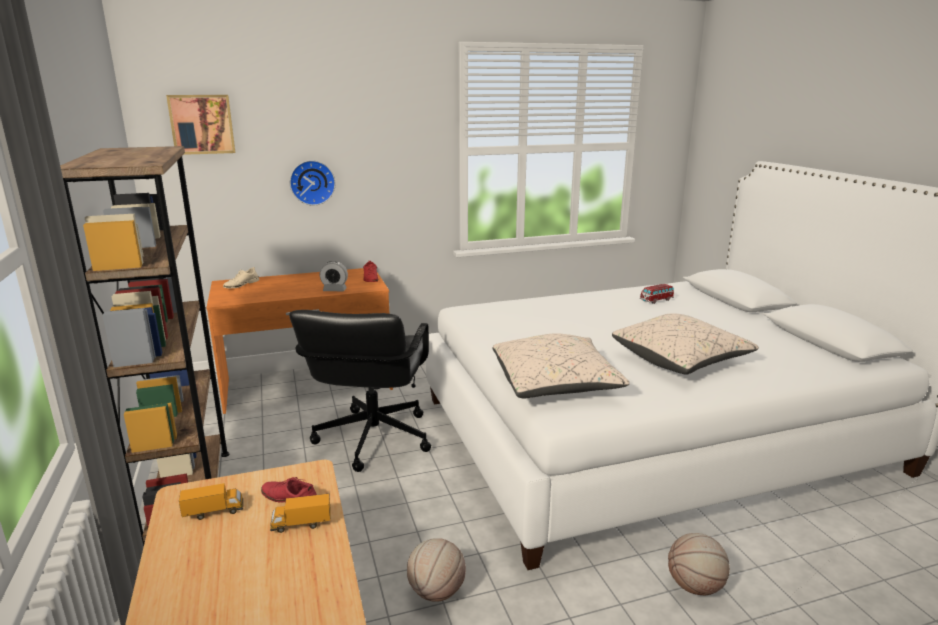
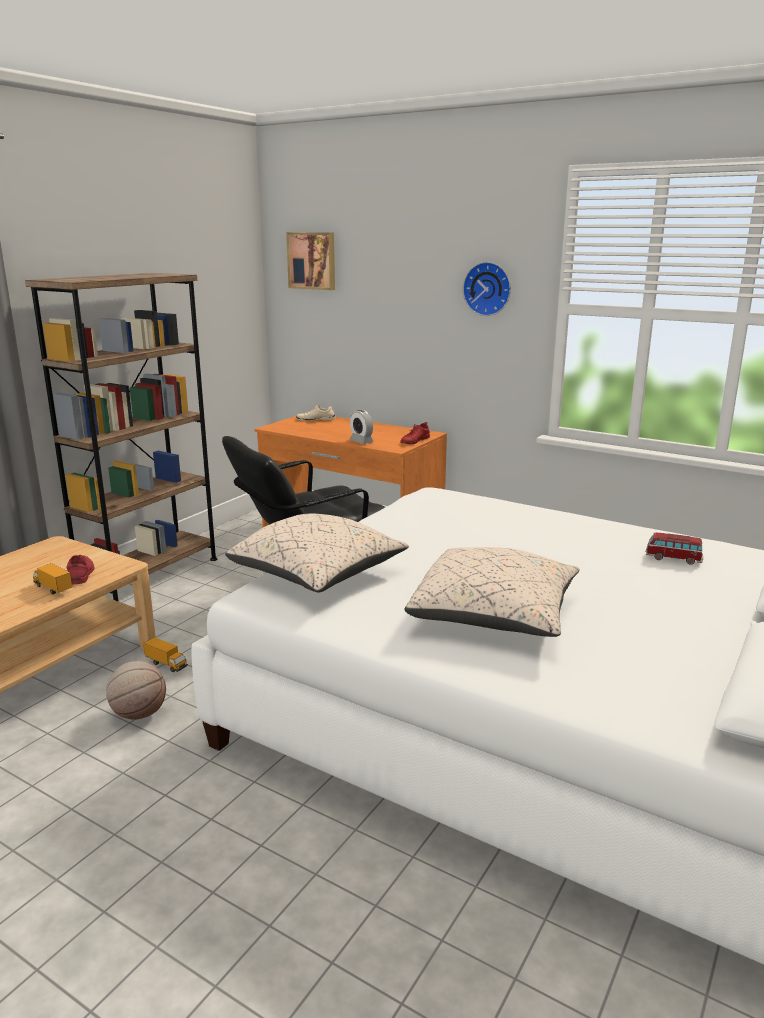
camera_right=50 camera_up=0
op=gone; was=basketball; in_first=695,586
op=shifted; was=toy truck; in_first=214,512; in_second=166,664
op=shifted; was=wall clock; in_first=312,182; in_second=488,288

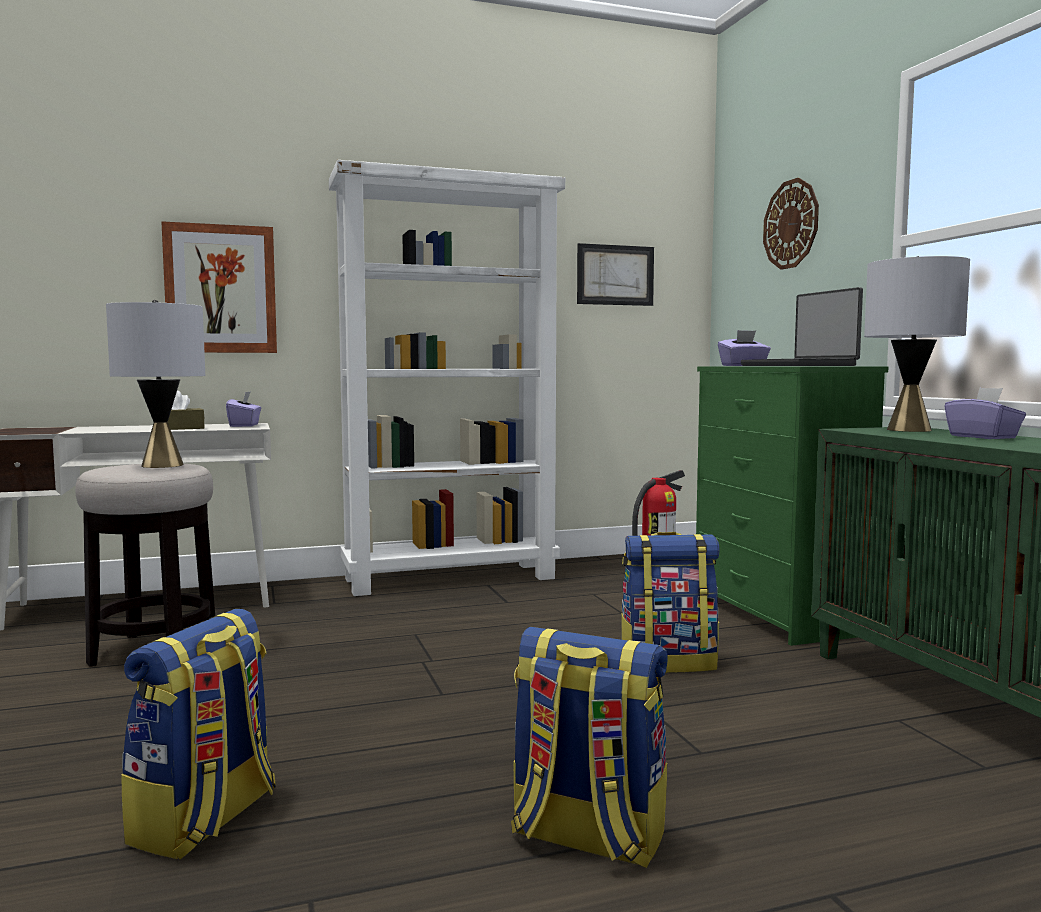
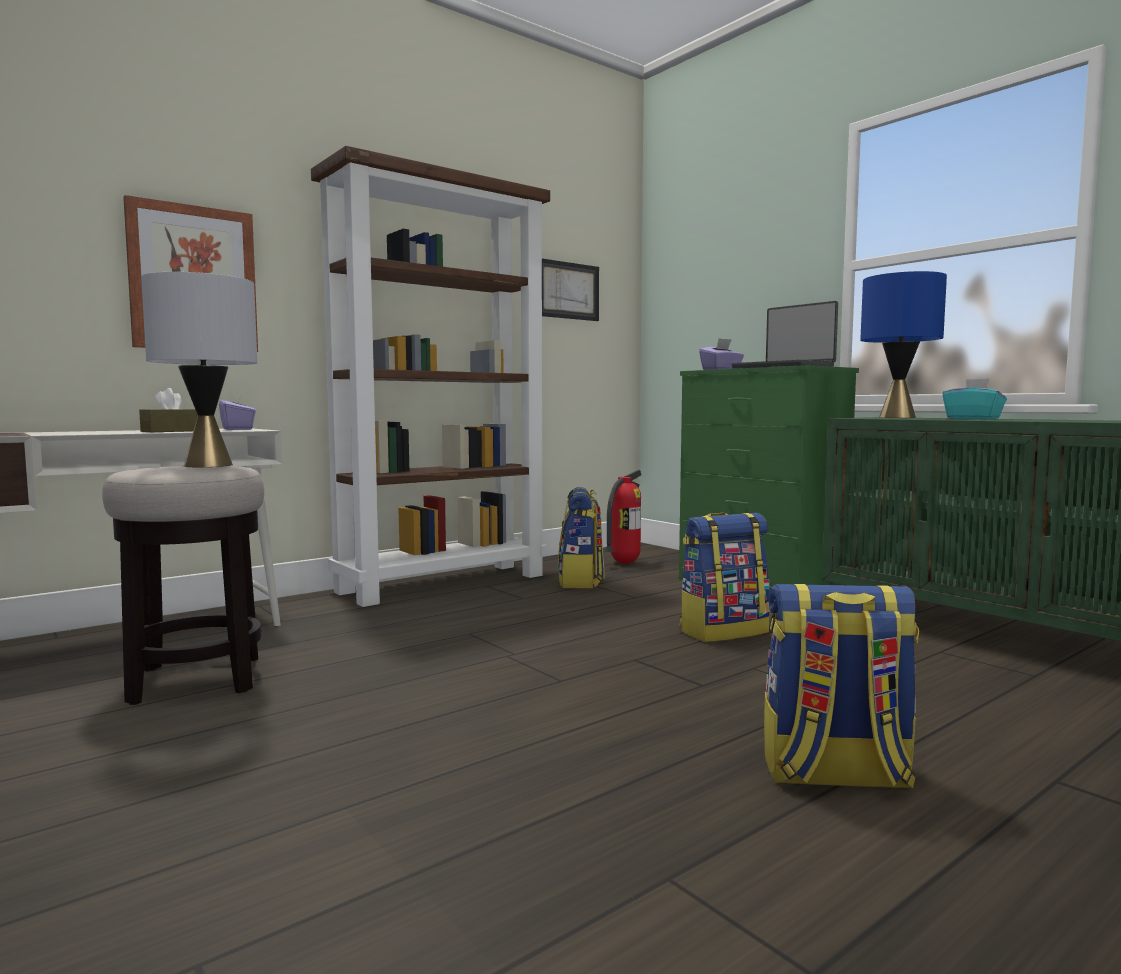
camera_right=-20 camera_up=0
op=gone; was=wall clock; in_first=791,224
op=shifted; was=backpack; in_first=205,820; in_second=580,581
op=repainted; was=white bookcase; now=brown bookcase; in_first=451,578; in_second=443,583
op=repainted; was=grey table lamp; now=blue table lamp; in_first=908,430; in_second=896,417
op=repainted; was=purple tissue box; now=turquoise tissue box; in_first=983,437; in_second=973,418

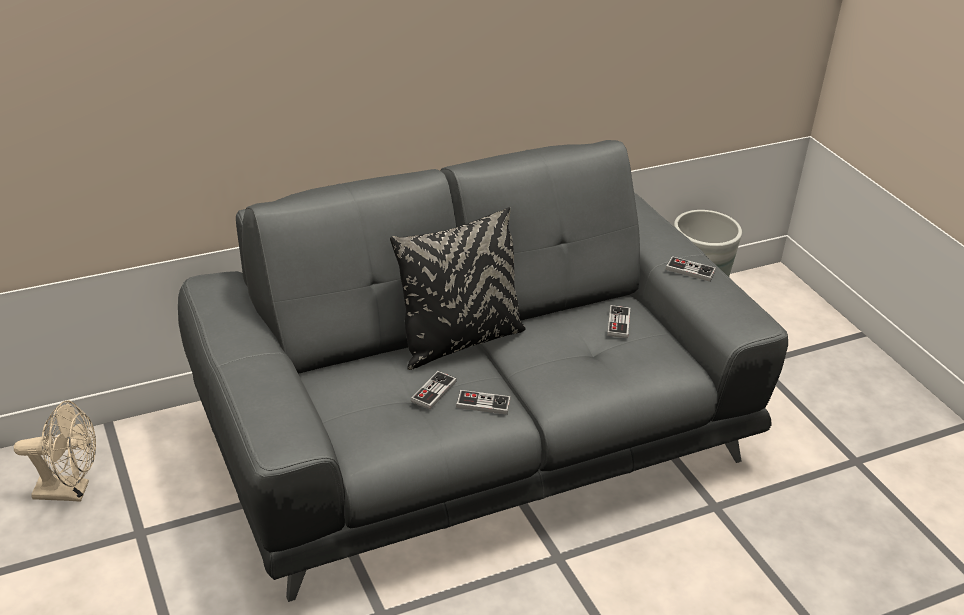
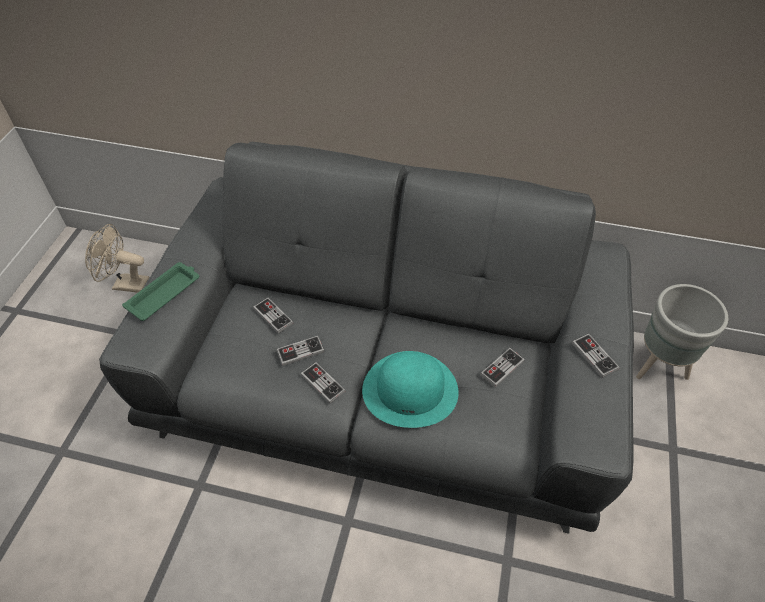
camera_right=40 camera_up=15
op=gone; was=black pillow; in_first=459,341
op=new; now=green tray; in_second=165,293
op=new; now=game controller; in_second=273,316
op=new; now=turquoise hat; in_second=410,390
op=rotated; was=beige fan; in_first=70,491; in_second=125,284; clockwise=150

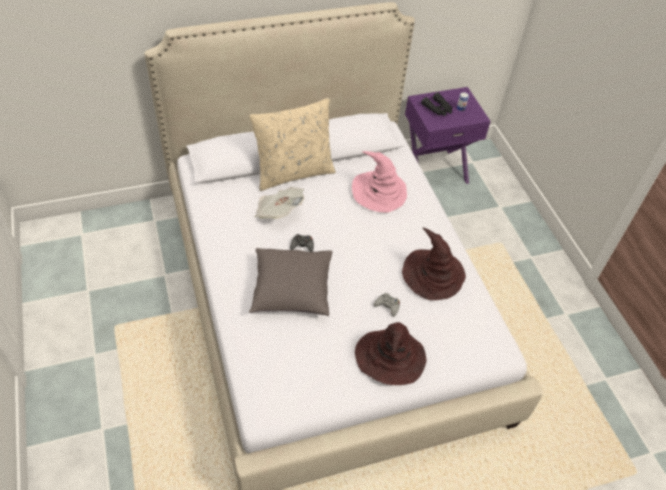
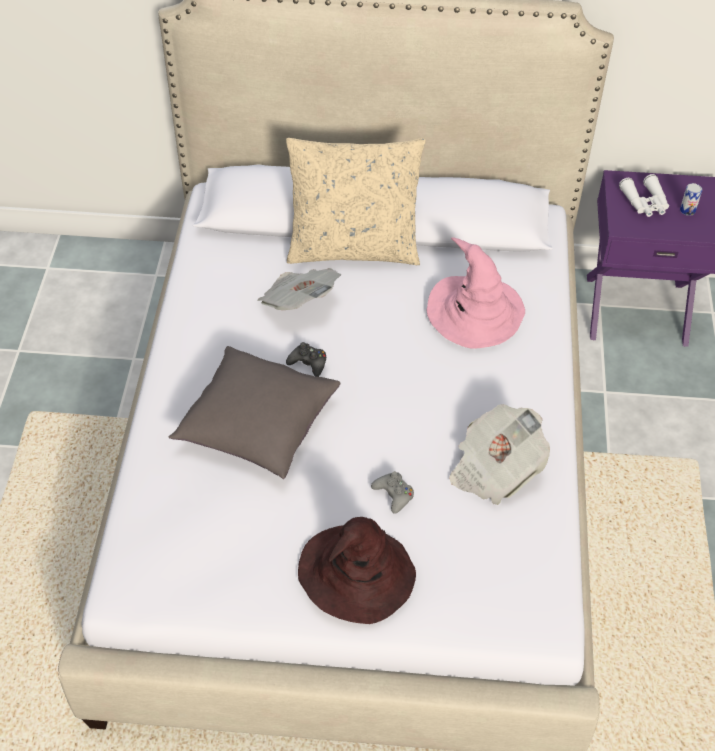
camera_right=25 camera_up=0
op=swapped; was=brown hat; now=newspaper; in_first=433,275; in_second=494,469
op=repainted; was=black binoculars; now=white binoculars; in_first=438,109; in_second=645,203

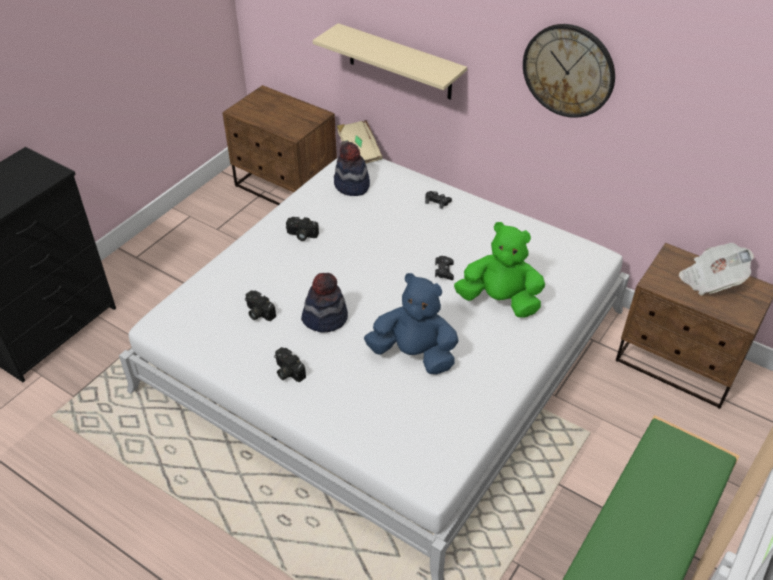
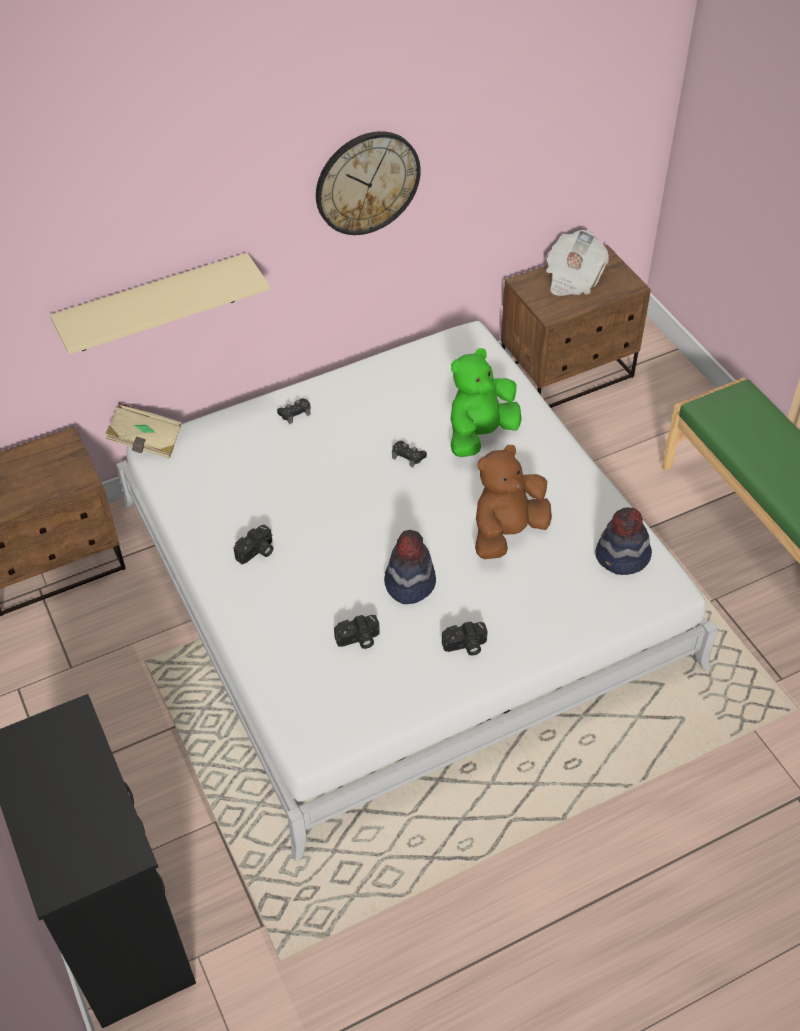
camera_right=-60 camera_up=5
op=shifted; was=hat; in_first=351,185; in_second=622,557
op=repainted; was=blue plush toy; now=brown plush toy; in_first=414,354; in_second=507,532

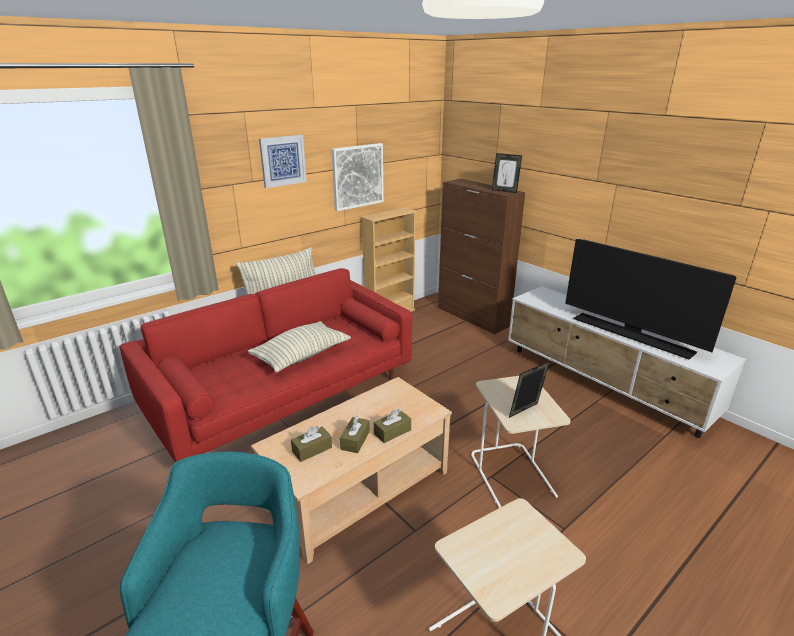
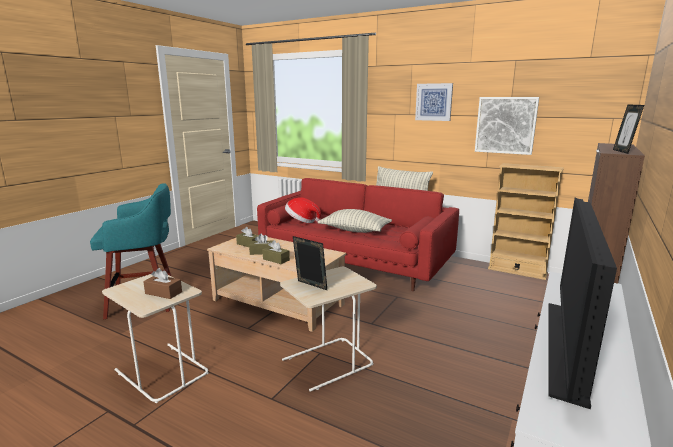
camera_right=70 camera_up=-10
op=new; now=brown tissue box; in_second=163,293
op=new; now=hat; in_second=302,221

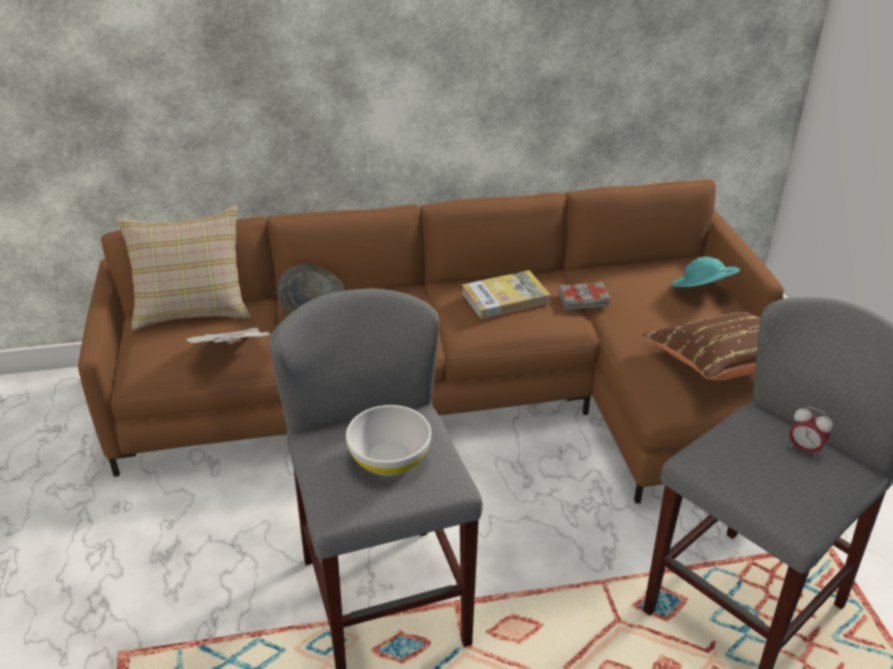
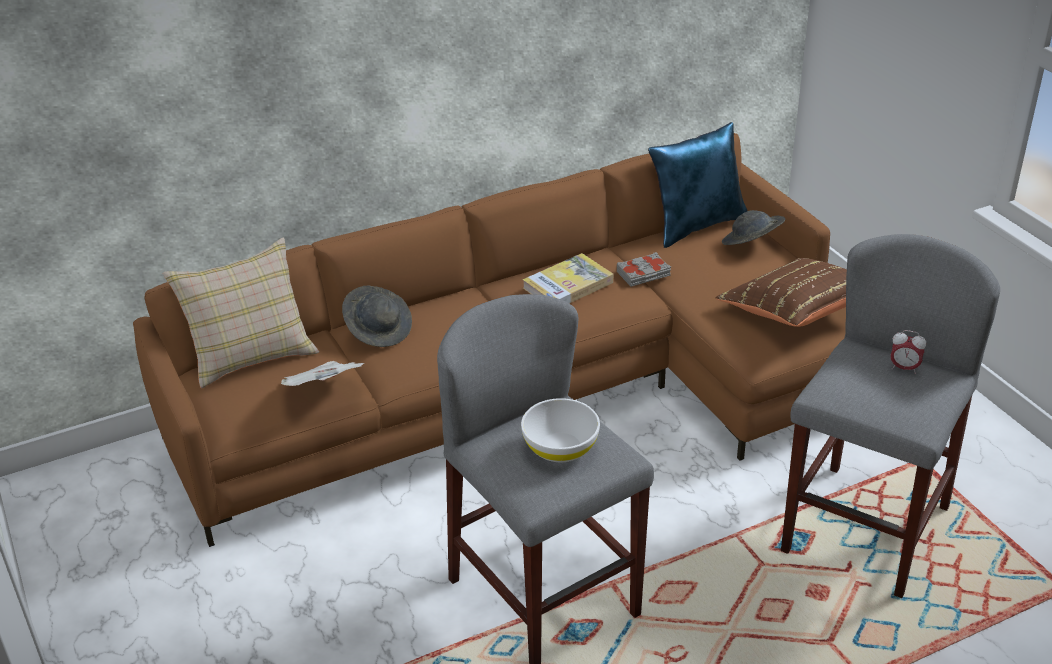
camera_right=-15 camera_up=0
op=new; now=blue pillow; in_second=697,226
op=repainted; was=turquoise hat; now=grey hat; in_first=702,291; in_second=751,244

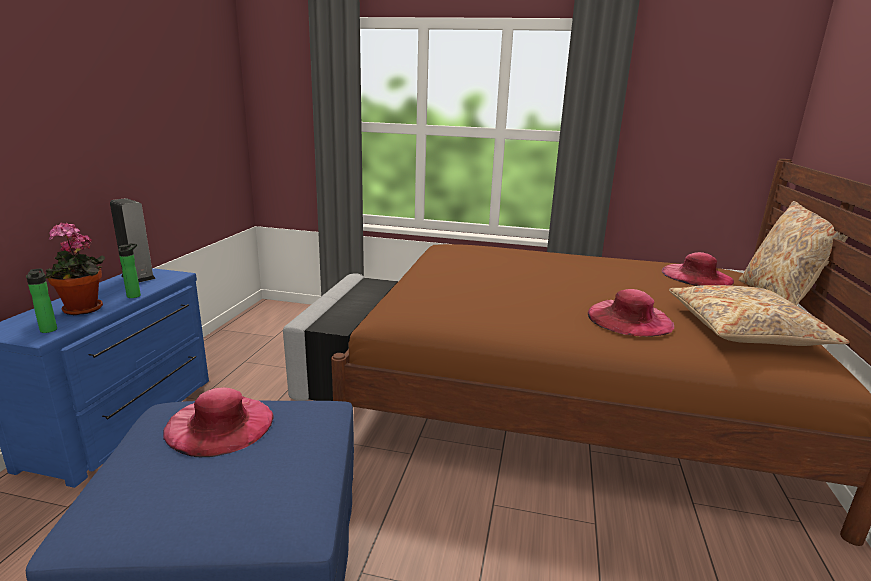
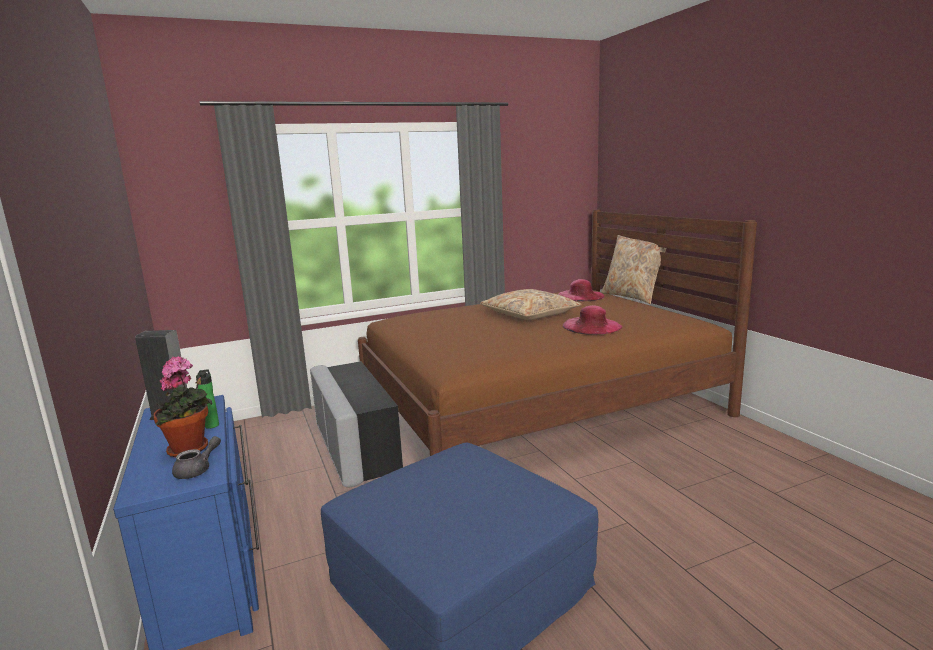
camera_right=-35 camera_up=-5
op=gone; was=pink hat; in_first=220,424
op=shifted; was=beige pillow; in_first=744,330; in_second=529,314
op=swapped; was=bottle; now=grey teapot; in_first=49,329; in_second=198,470

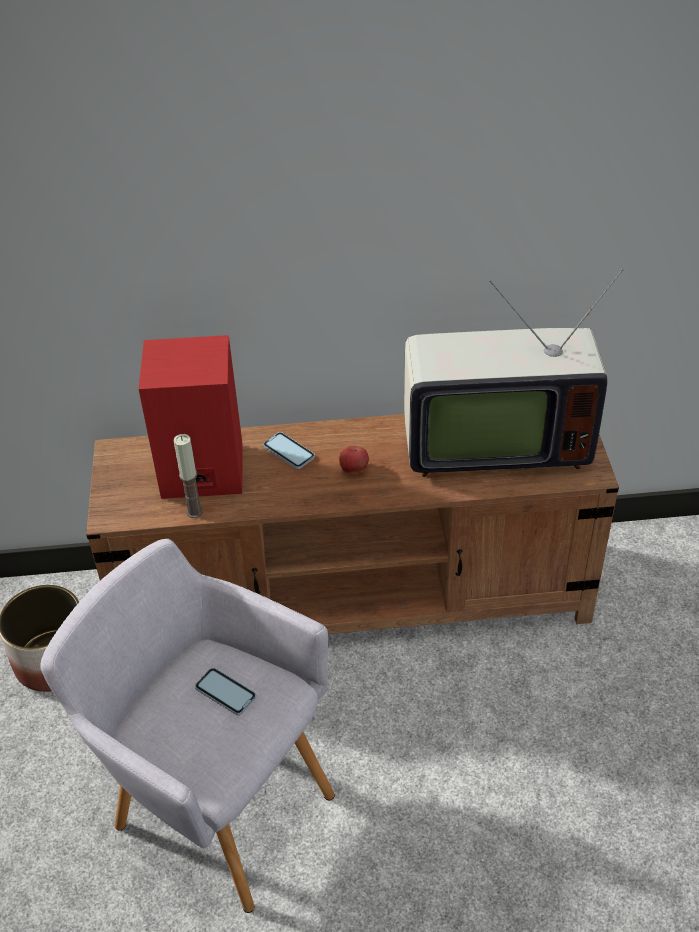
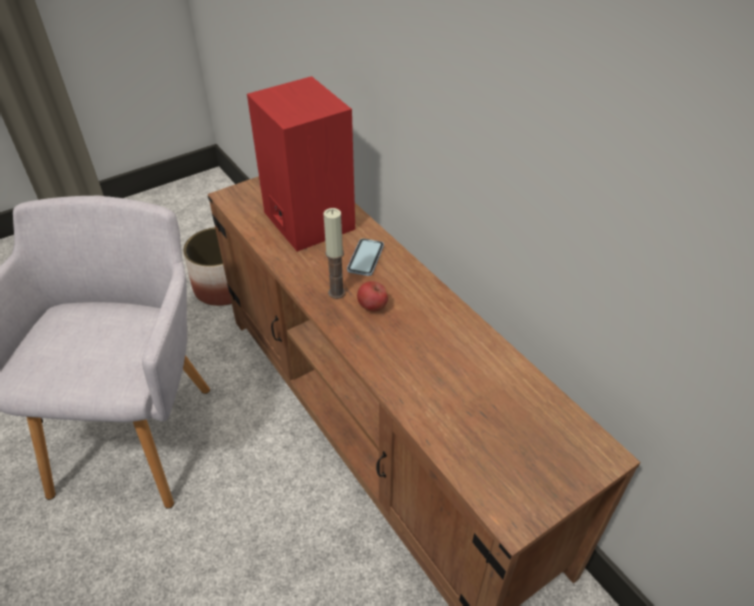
camera_right=60 camera_up=0
op=gone; was=phone; in_first=225,692
op=gone; was=television; in_first=492,443
op=shifted; was=candle; in_first=194,511; in_second=336,292

